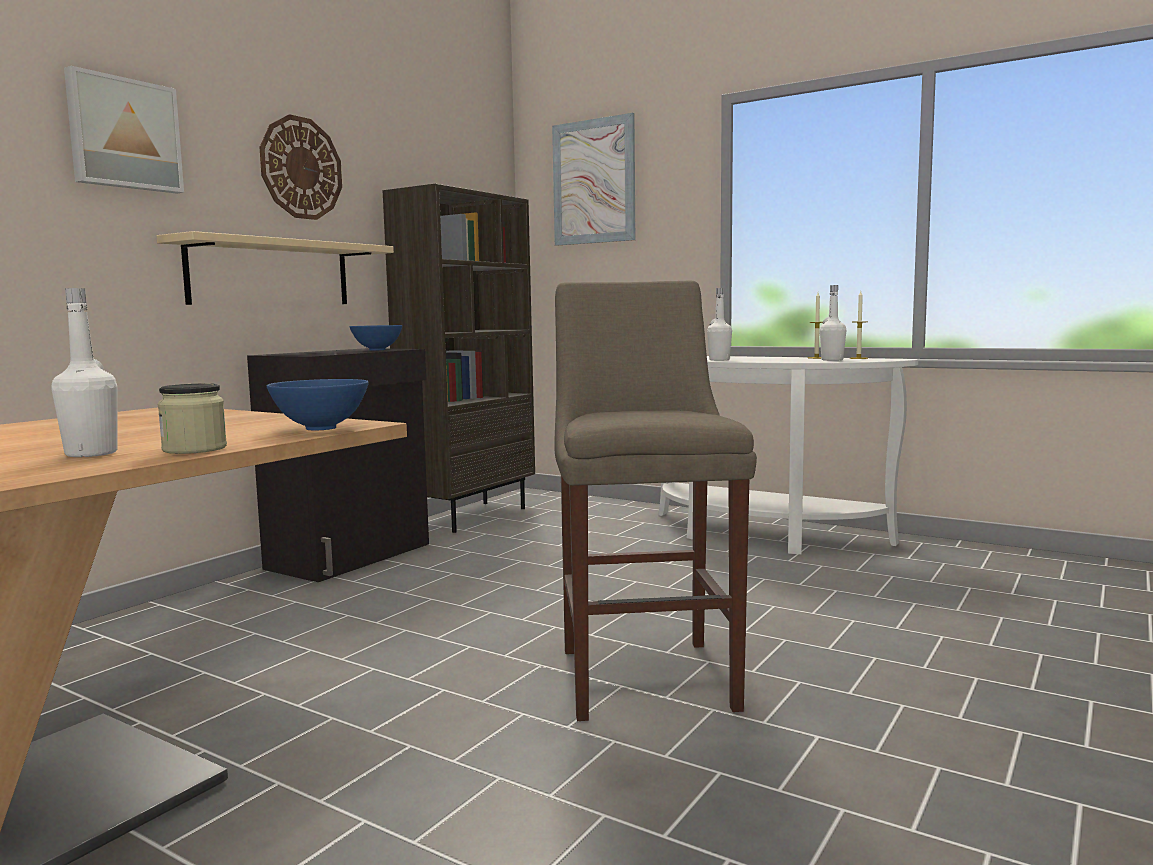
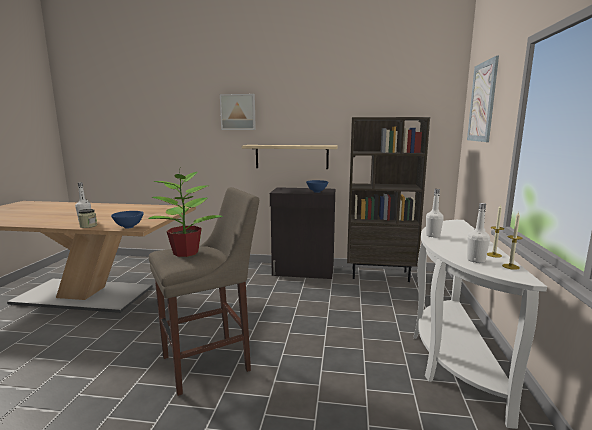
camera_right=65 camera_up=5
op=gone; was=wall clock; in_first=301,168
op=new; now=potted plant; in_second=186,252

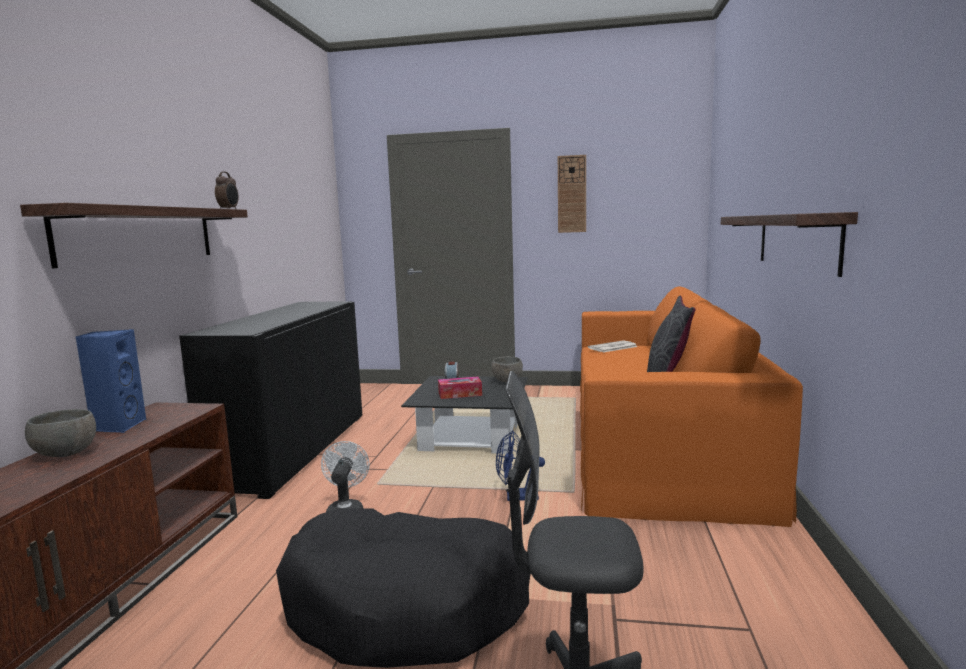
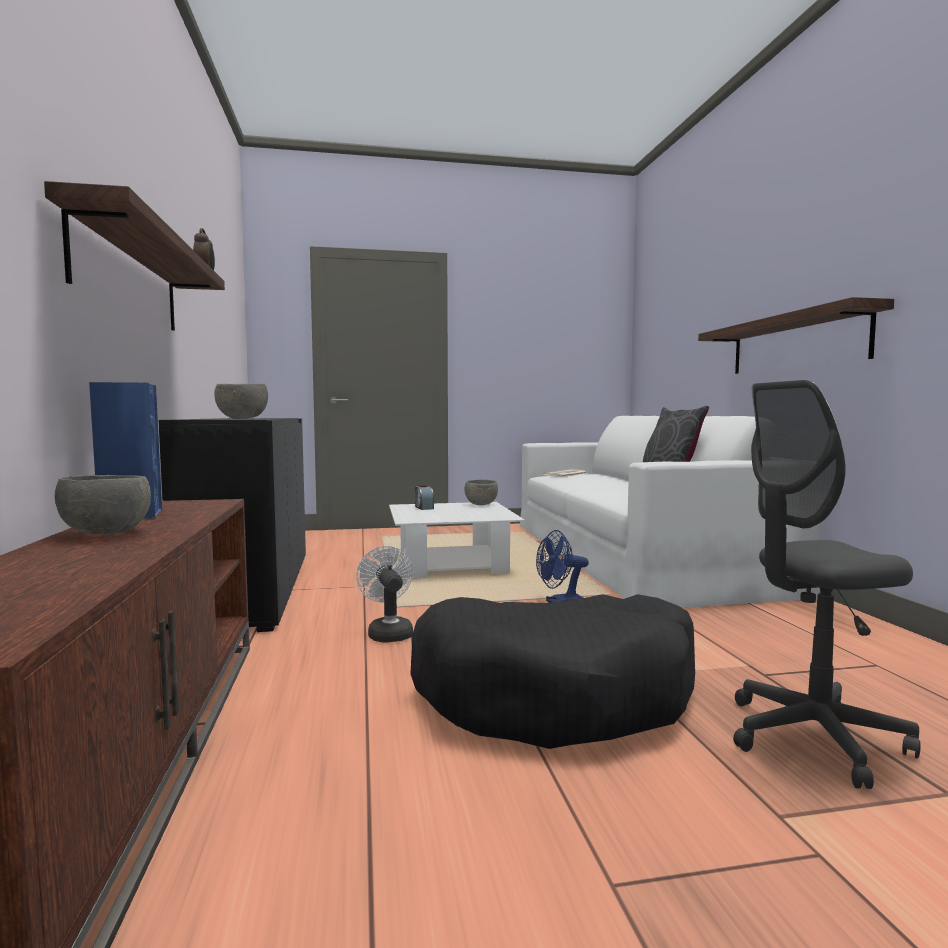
camera_right=-20 camera_up=-5
op=gone; was=tissue box; in_first=460,394
op=gone; was=wall clock; in_first=572,194
op=new; now=grey bowl; in_second=241,418
op=repainted; was=black coffee table; now=white coffee table; in_first=470,436; in_second=451,564
op=repainted; was=orange sofa; now=white sofa; in_first=656,438; in_second=634,553

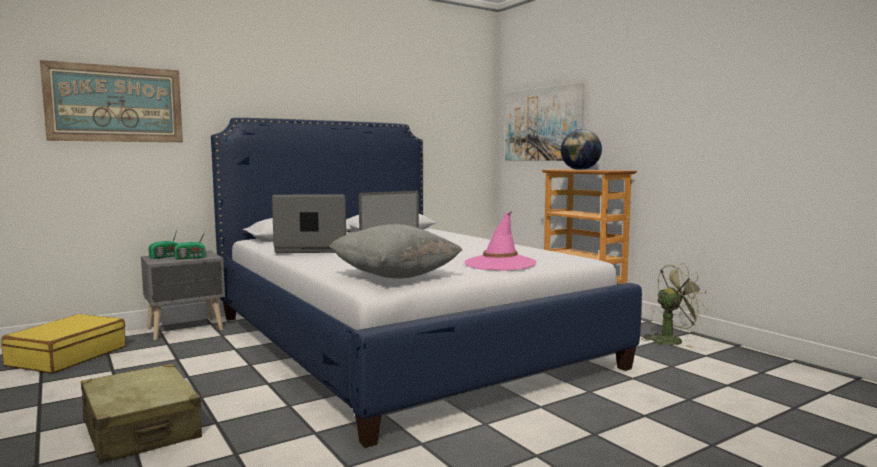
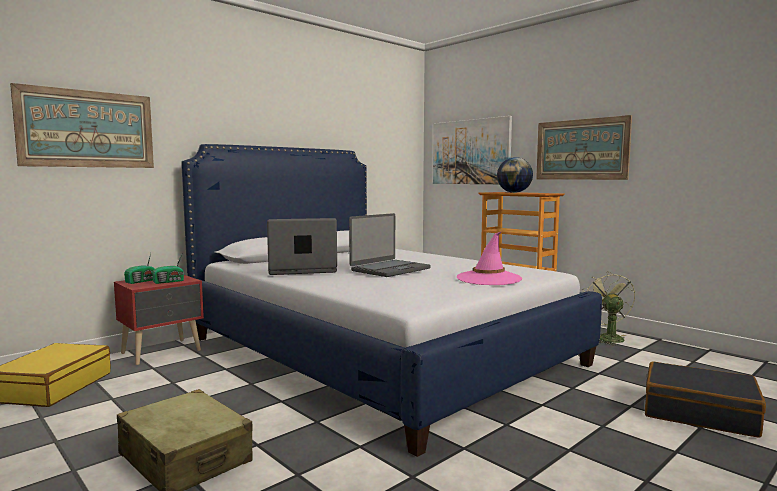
camera_right=-10 camera_up=0
op=gone; was=grey pillow; in_first=394,277
op=new; now=picture; in_second=581,149
op=new; now=black suitcase; in_second=699,412
op=repainted; was=grey nightstand; now=red nightstand; in_first=186,329; in_second=163,352
op=rotated; was=green fan; in_first=672,340; in_second=606,337; clockwise=-75

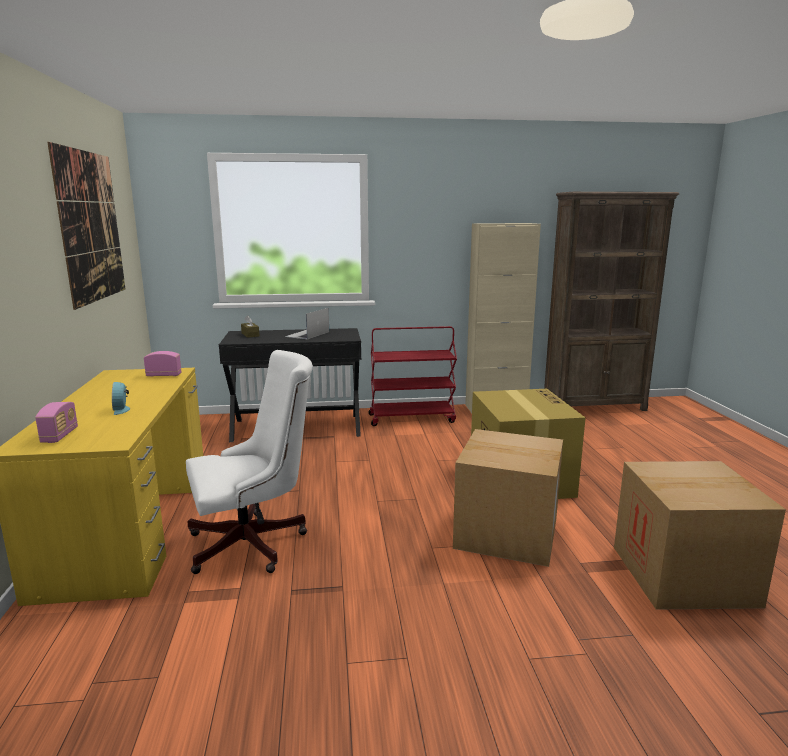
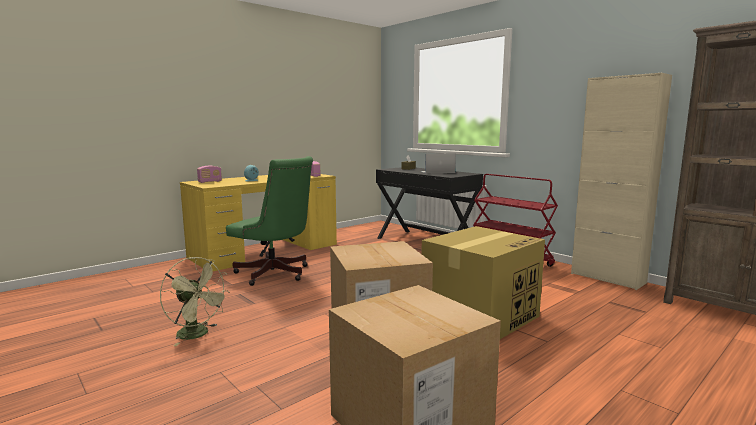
camera_right=55 camera_up=-5
op=gone; was=picture; in_first=91,226
op=new; now=green fan; in_second=198,335
op=repainted; was=white office chair; now=green office chair; in_first=255,543; in_second=275,274

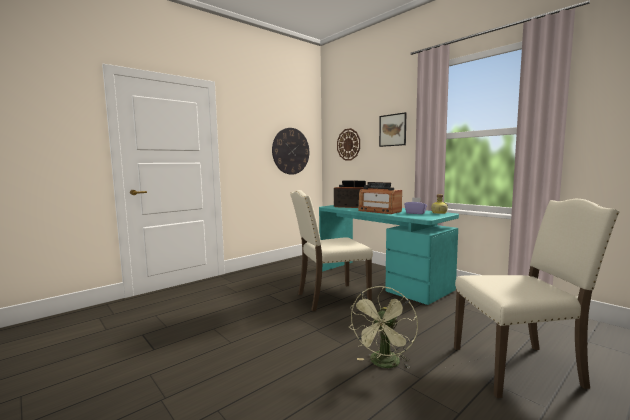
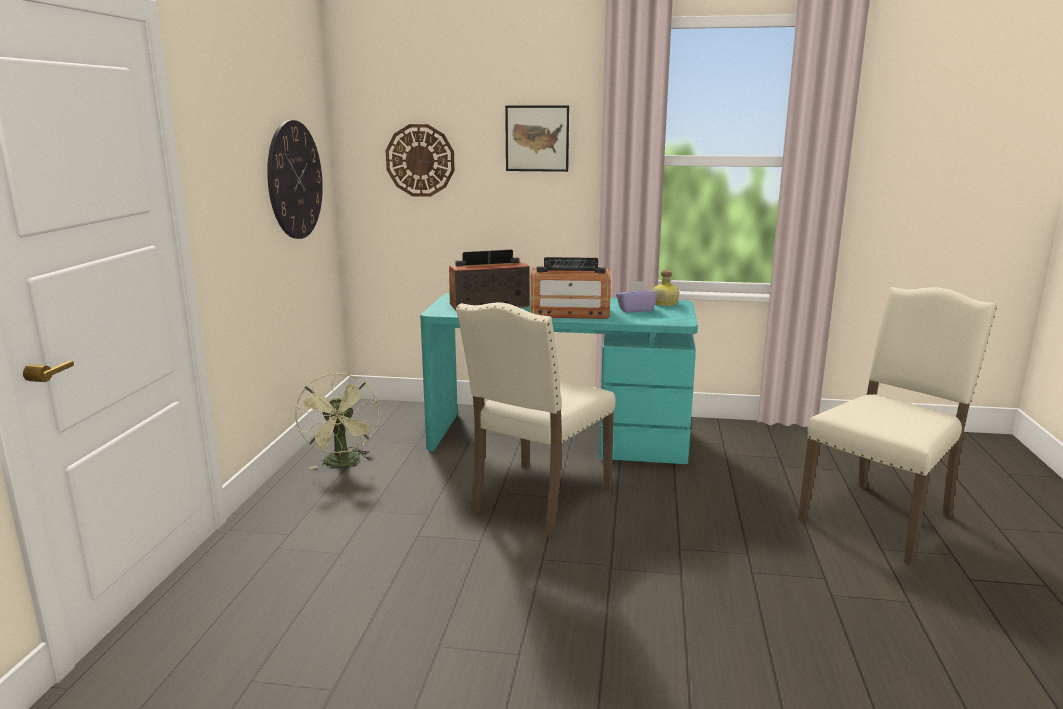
camera_right=-40 camera_up=10
op=shifted; was=green fan; in_first=384,364; in_second=343,463

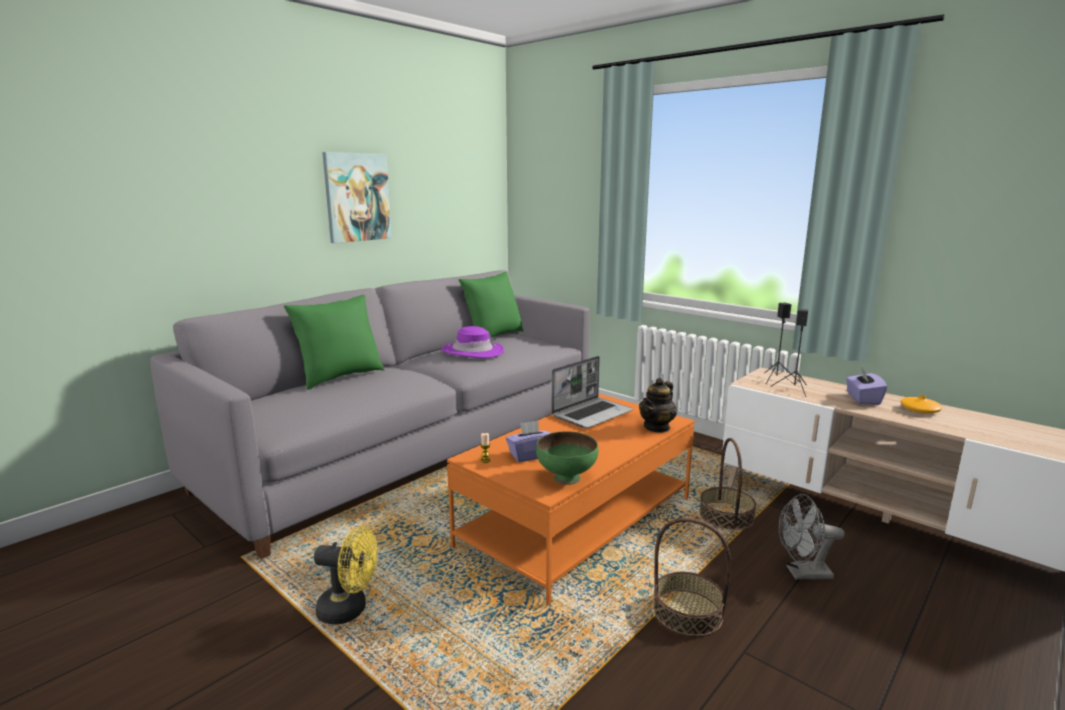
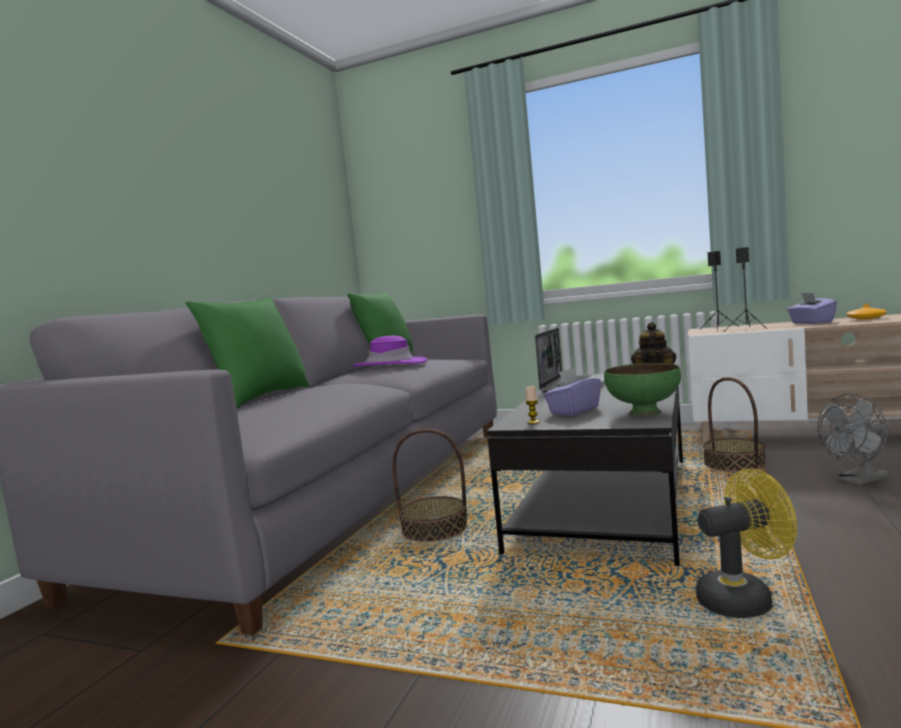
camera_right=-20 camera_up=-10
op=gone; was=picture; in_first=357,197
op=shifted; was=yellow fan; in_first=349,610; in_second=744,599
op=shifted; was=basket; in_first=687,612; in_second=434,529
op=repainted; was=orange coffee table; now=black coffee table; in_first=577,521; in_second=605,501

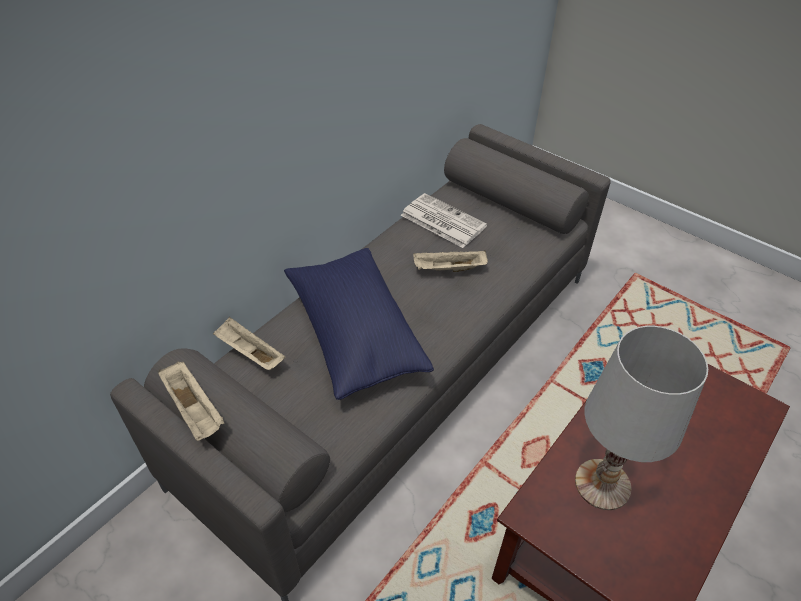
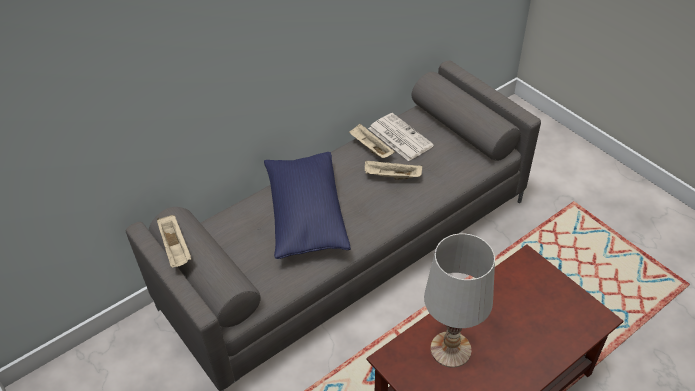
camera_right=15 camera_up=0
op=shifted; was=beige tray; in_first=249,353; in_second=370,148

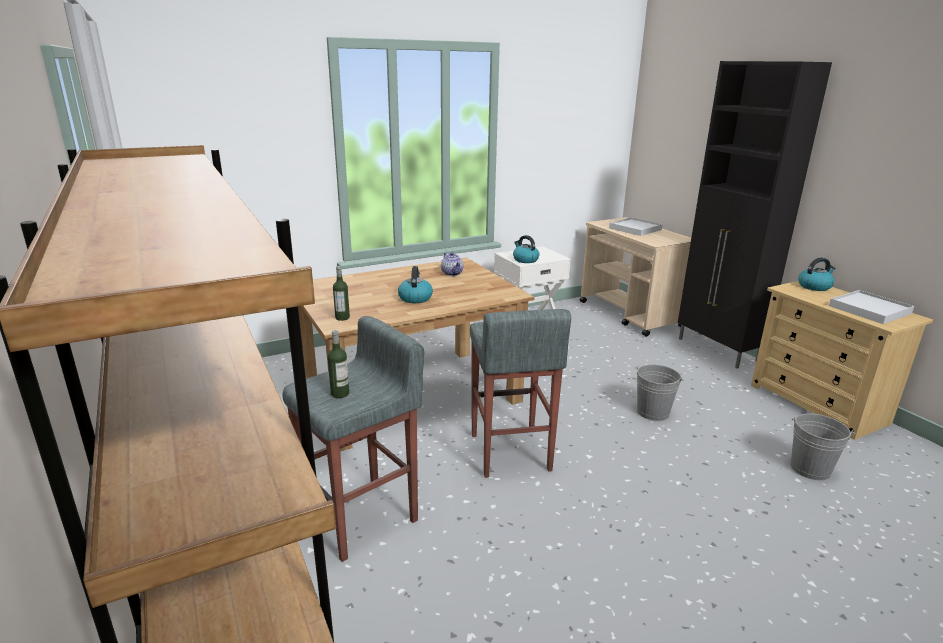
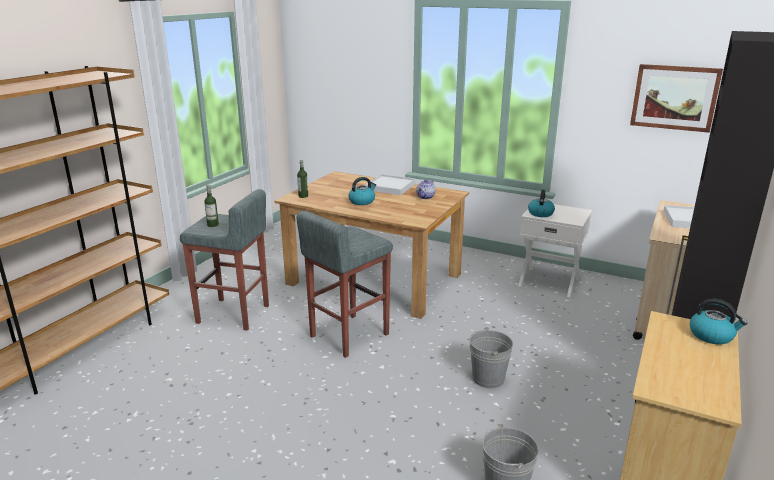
camera_right=55 camera_up=0
op=new; now=picture; in_second=674,97
op=shifted; was=white tray; in_first=869,310; in_second=390,187

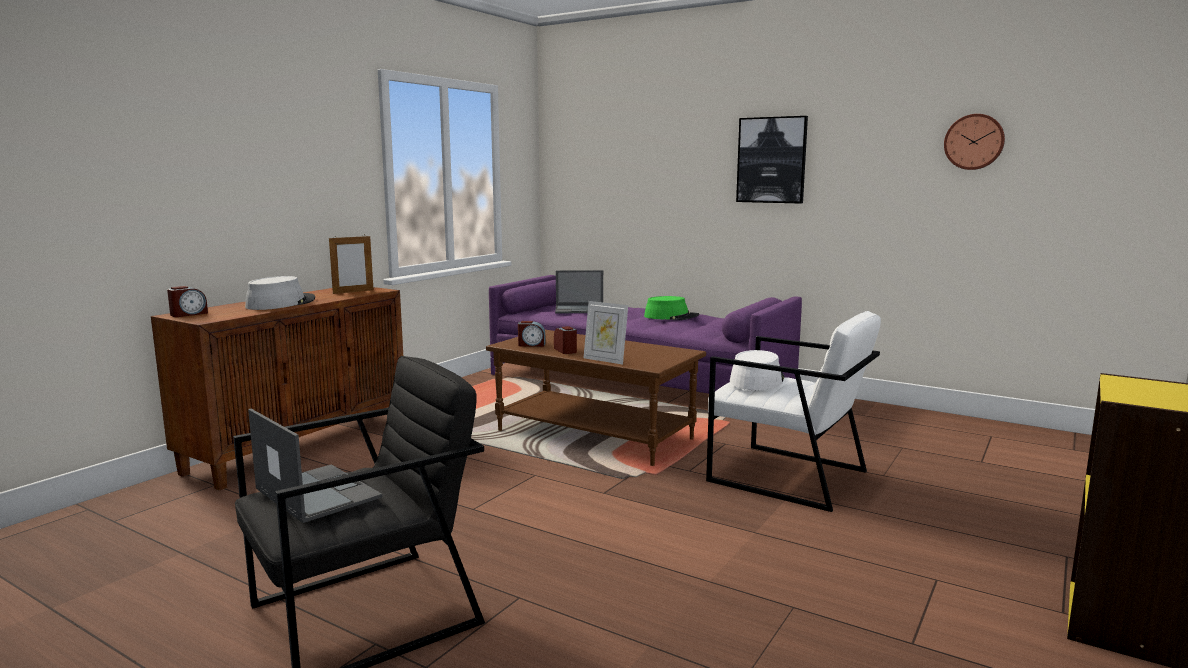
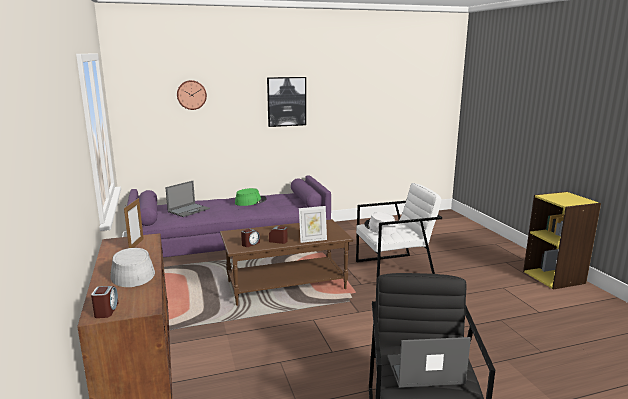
camera_right=-50 camera_up=5
op=shifted; was=wall clock; in_first=974,142; in_second=191,95

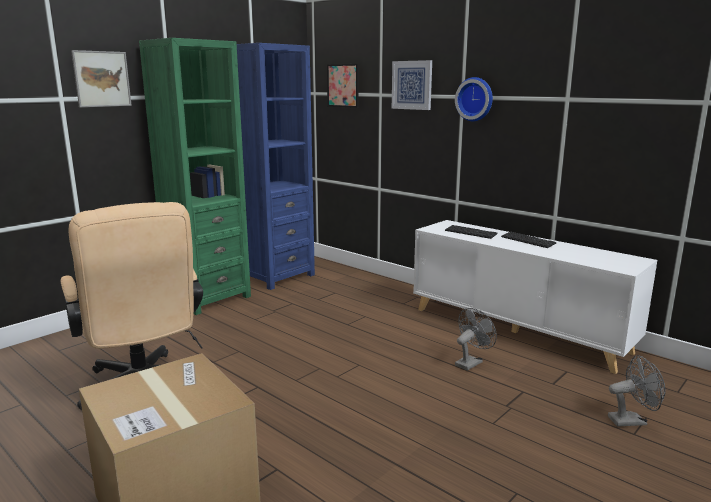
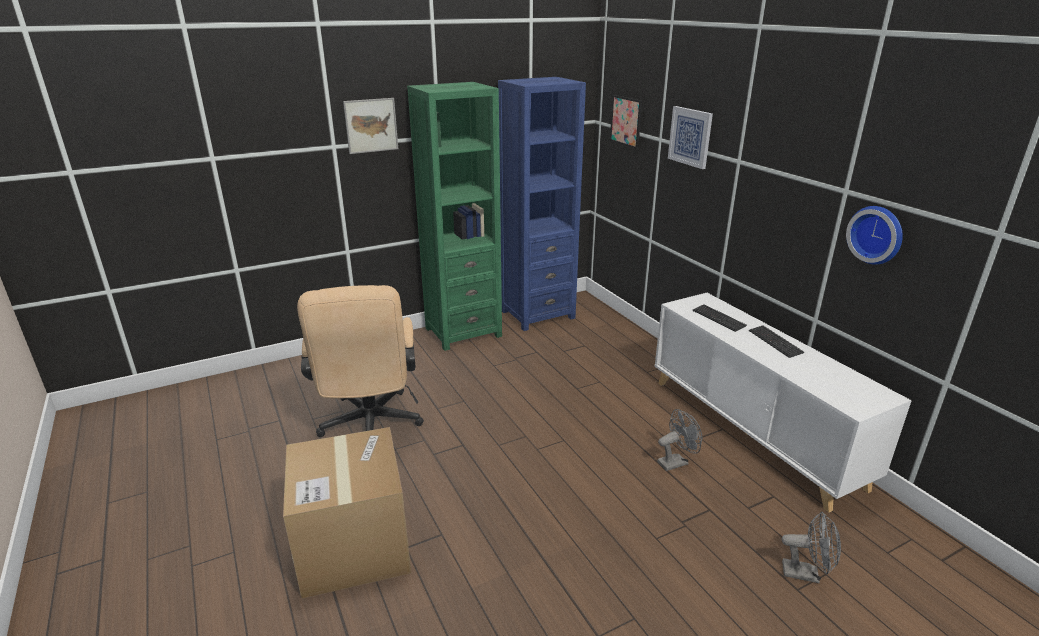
camera_right=20 camera_up=10
op=shifted; was=wall clock; in_first=475,99; in_second=877,234

